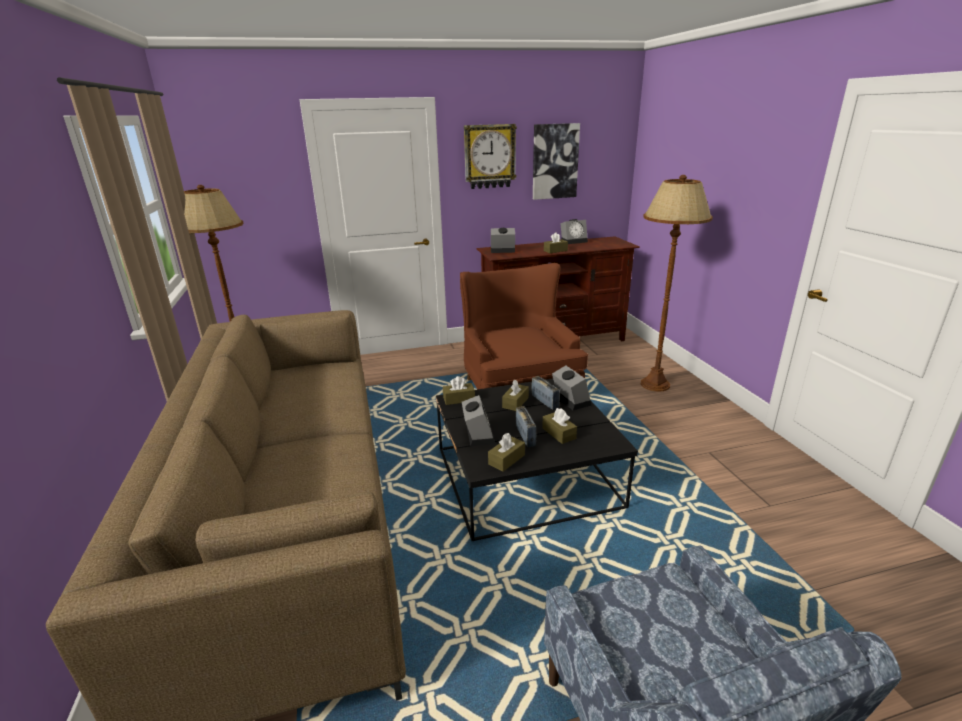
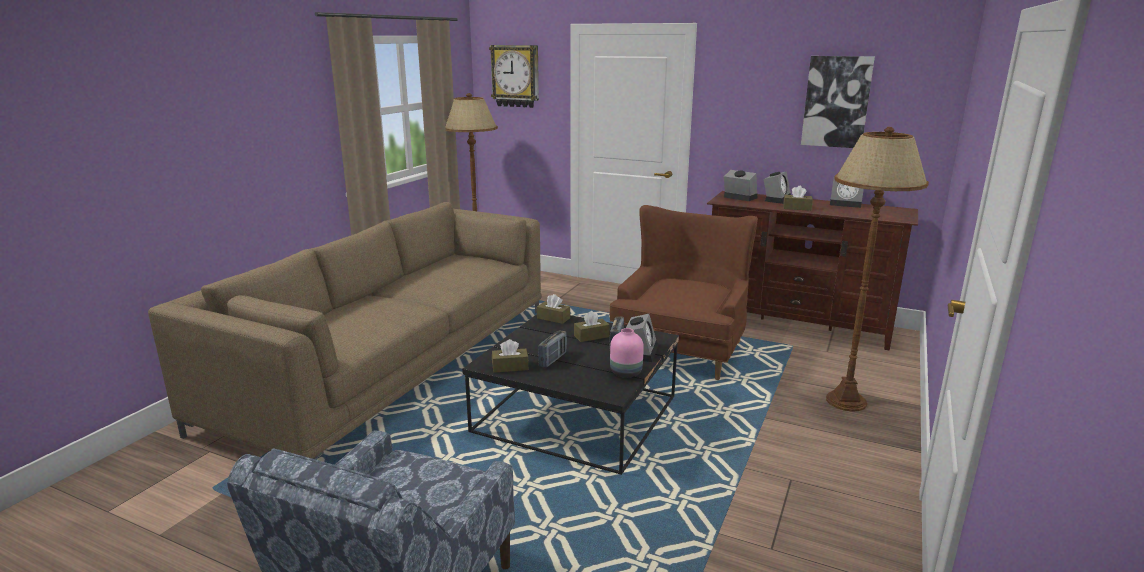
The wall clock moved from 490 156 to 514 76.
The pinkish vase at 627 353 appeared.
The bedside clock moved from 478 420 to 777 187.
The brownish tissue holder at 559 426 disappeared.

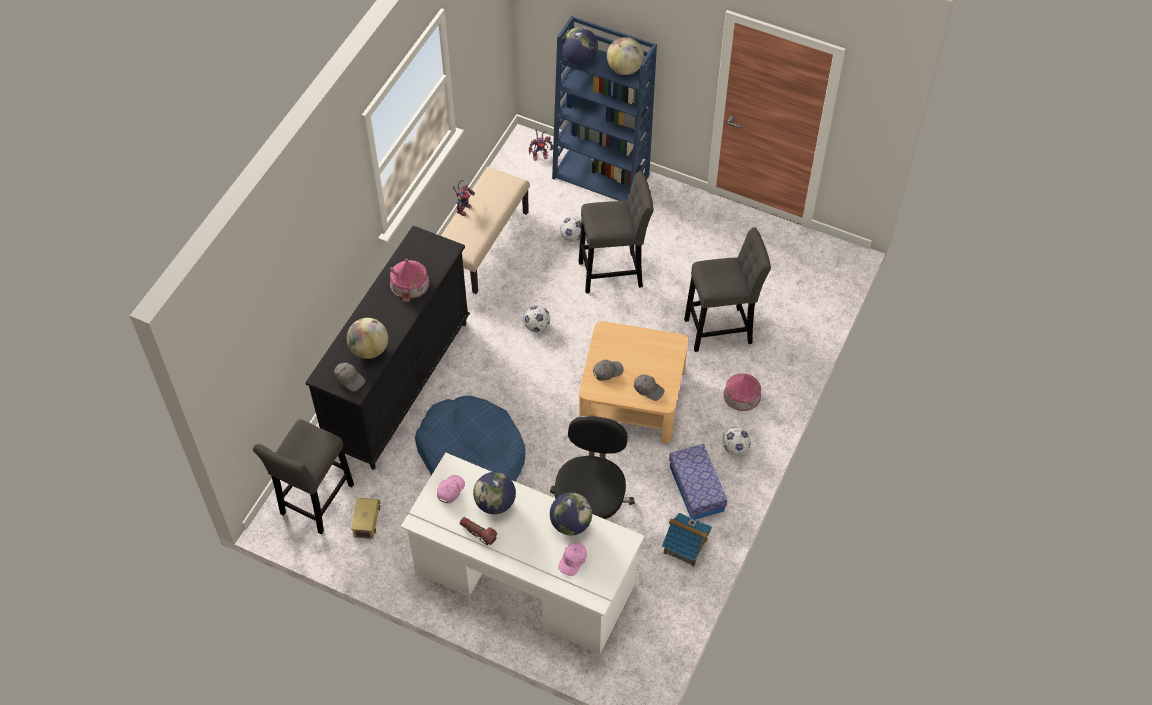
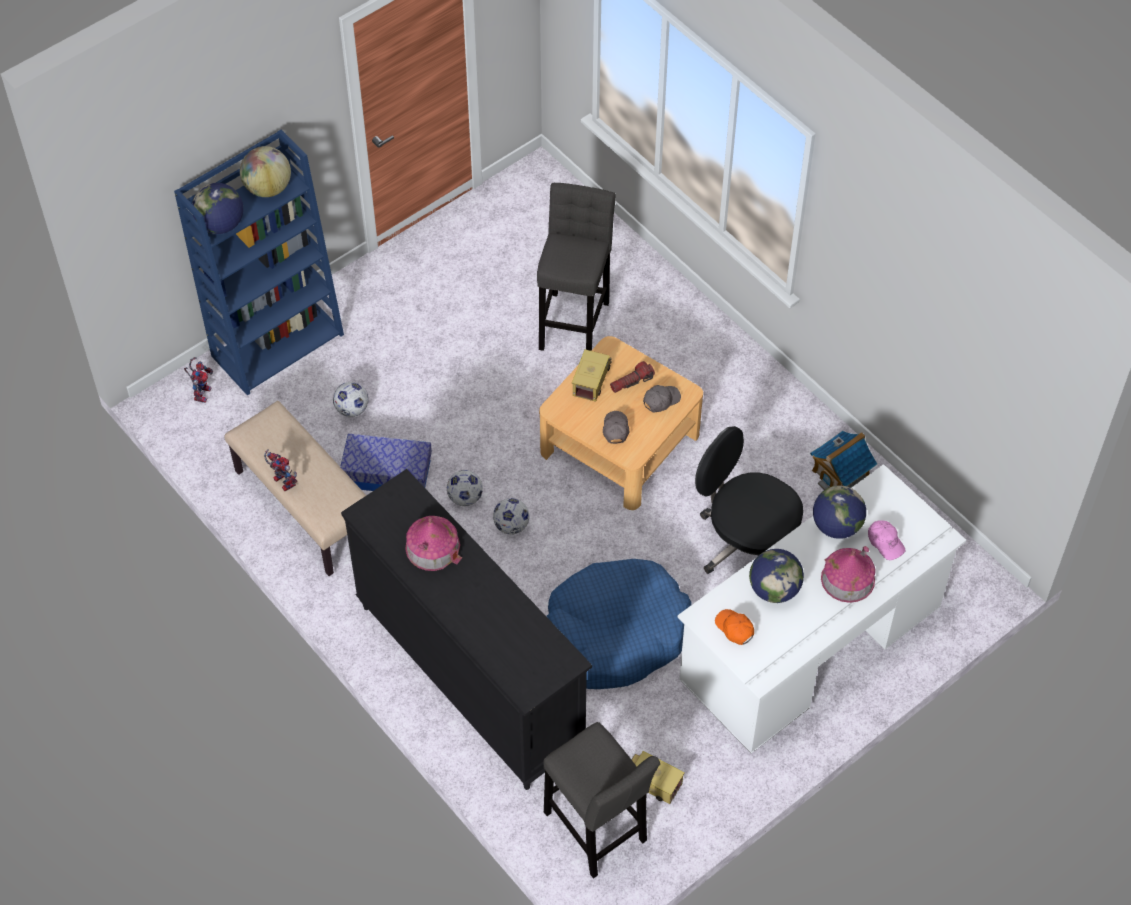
The storage box moved from 698 482 to 386 462.
The ball for football moved from 736 441 to 511 516.
The toy truck at 592 375 appeared.
The hand torch moved from 478 531 to 632 377.
The pinkish peaked cap at 451 489 became the orangey peaked cap at 734 627.
The toy house moved from 742 392 to 848 574.
The gray peaked cap at 349 377 disappeared.
The desk globe at 367 338 disappeared.
The gray sitting stool at 616 232 disappeared.

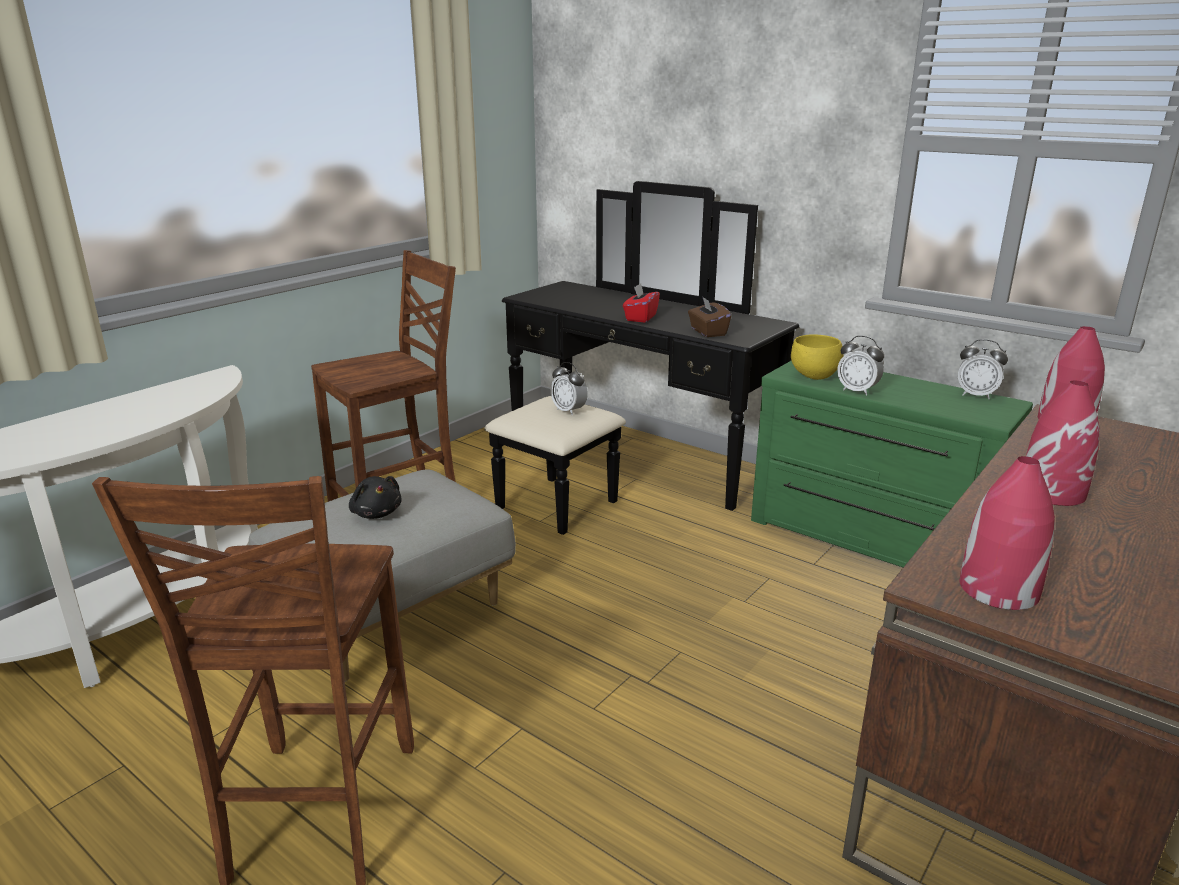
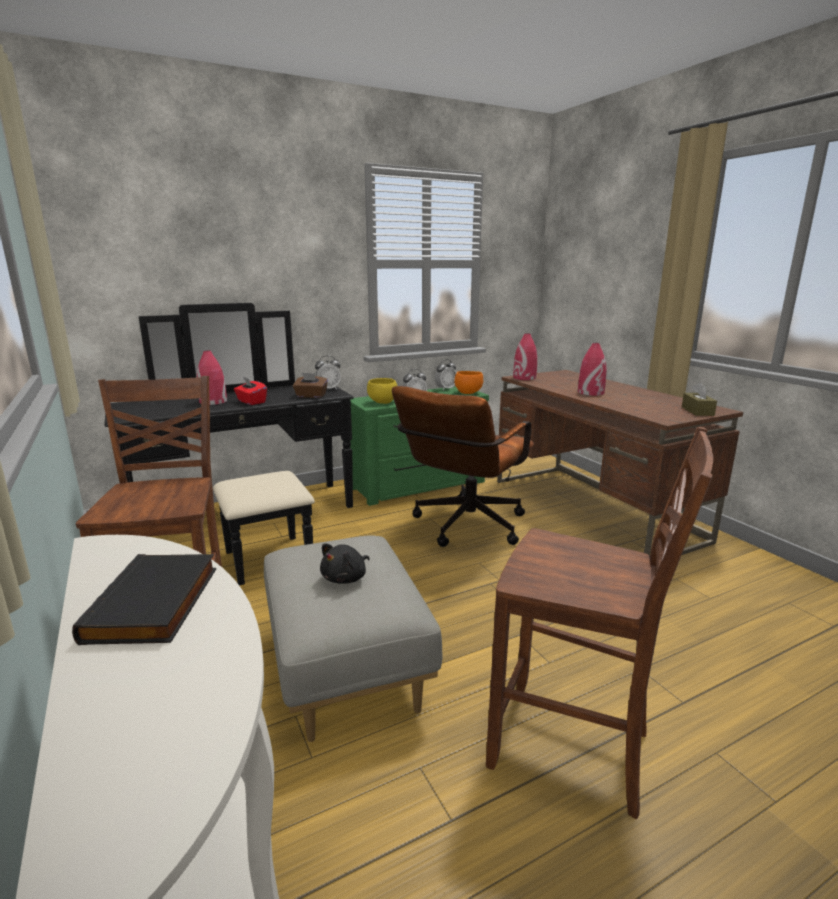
The blackish bound book at 144 599 appeared.
The red-coloured vase moved from 1007 533 to 212 377.
The bedside clock moved from 569 388 to 328 373.
The blackish cuddly toy at 375 497 turned 135 degrees clockwise.
The brownish computer chair at 463 466 appeared.
The orangey bowl at 468 382 appeared.
The brownish tissue holder at 699 399 appeared.

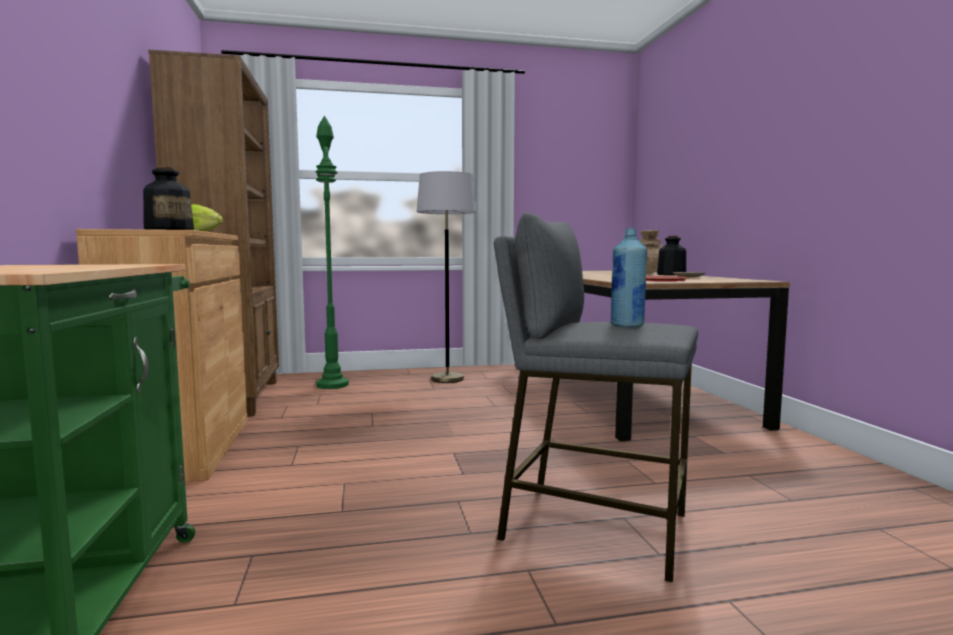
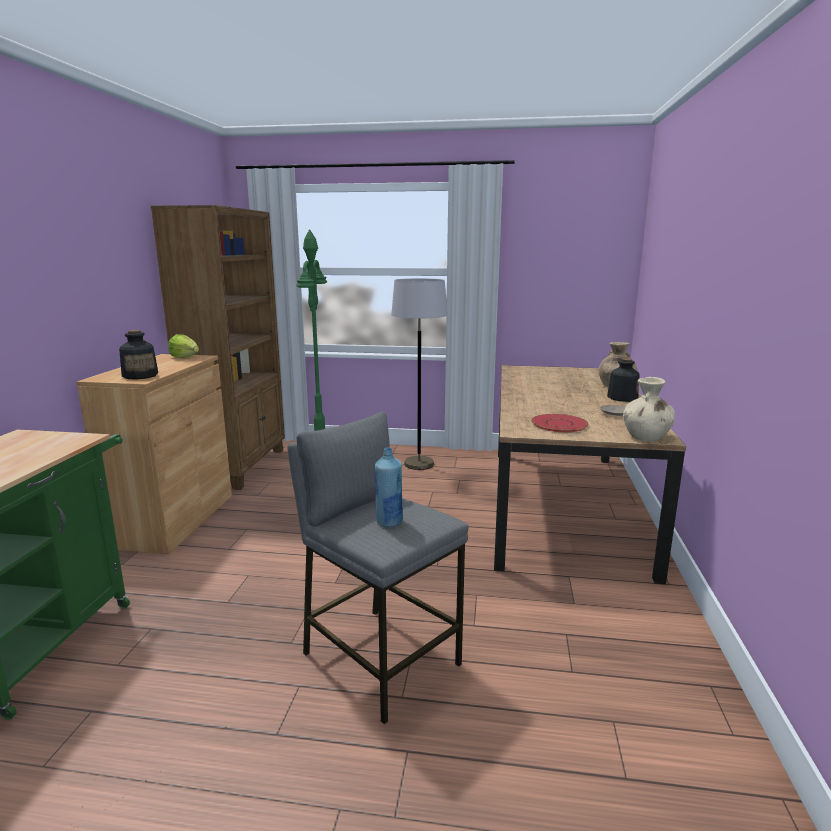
The beige vase at 649 409 appeared.

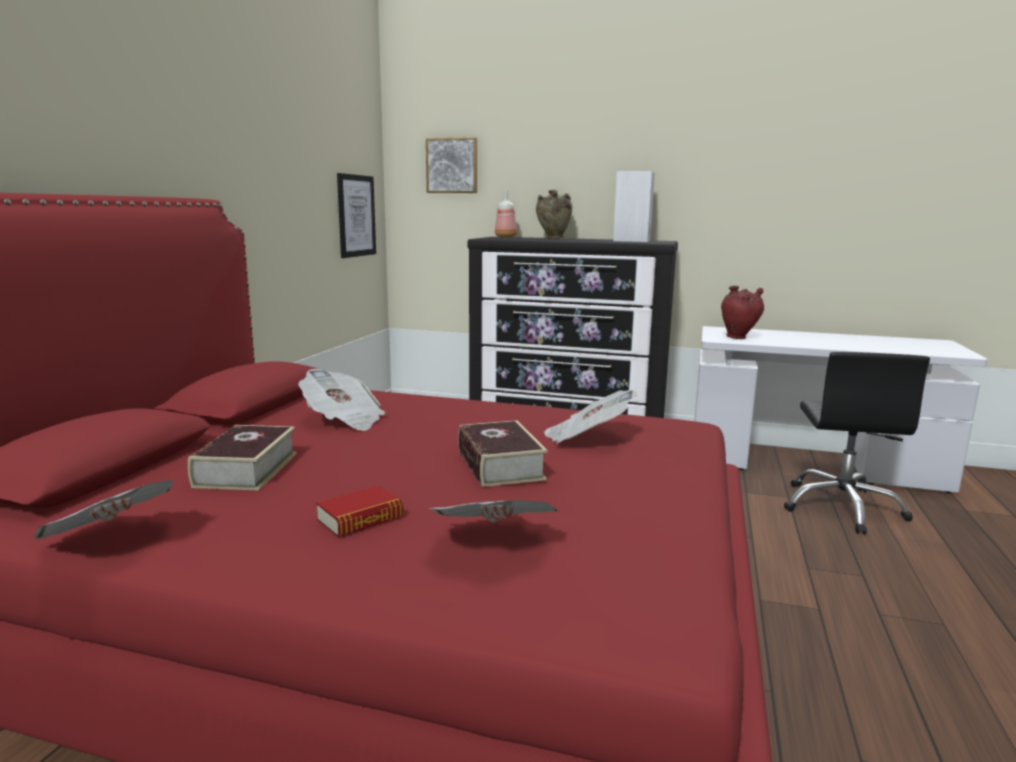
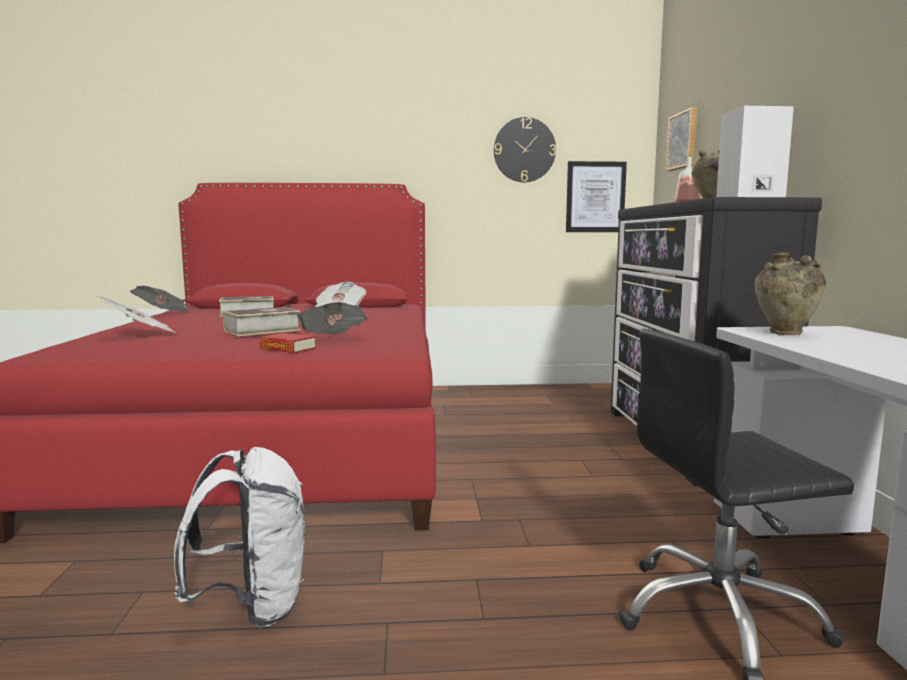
The whitish rucksack at 239 537 appeared.
The bound book moved from 359 511 to 288 343.
The wall clock at 525 149 appeared.
The red-coloured vase at 742 312 became the beige vase at 790 294.

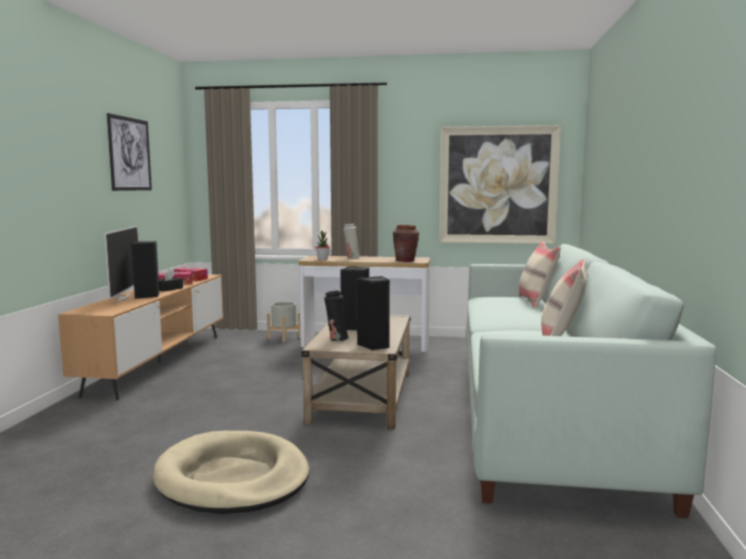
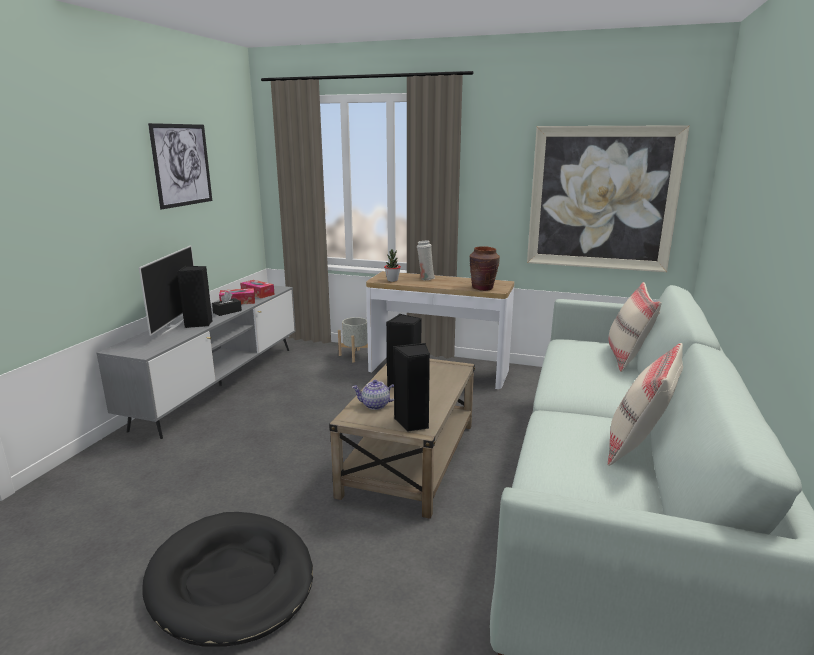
The brownish tv stand at 141 337 became the gray tv stand at 196 362.
The beige dog bed at 231 472 became the blackish dog bed at 227 579.
The blackish vase at 336 316 was replaced by the teapot at 373 395.

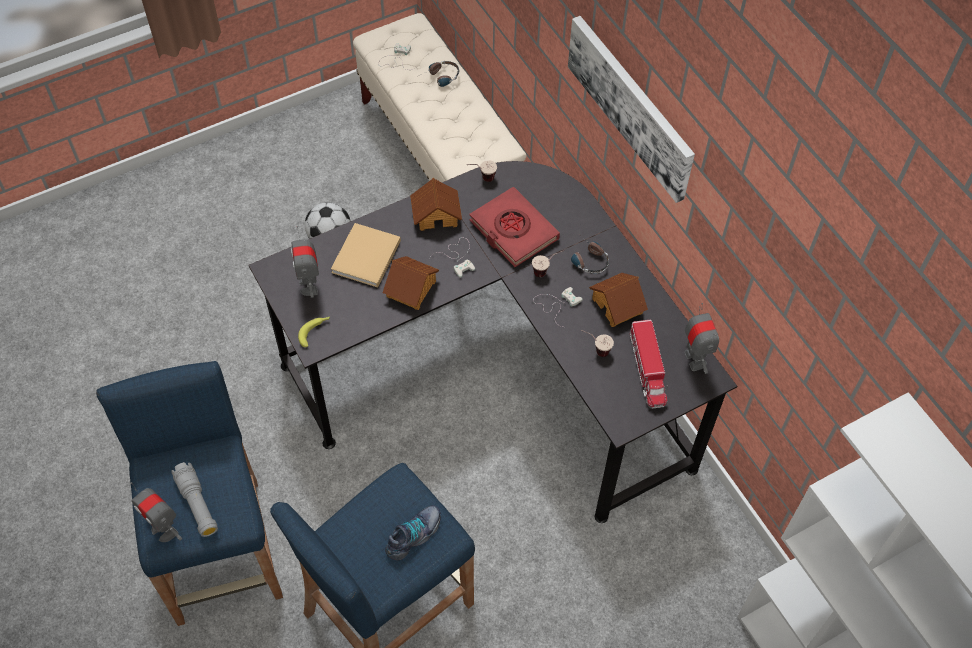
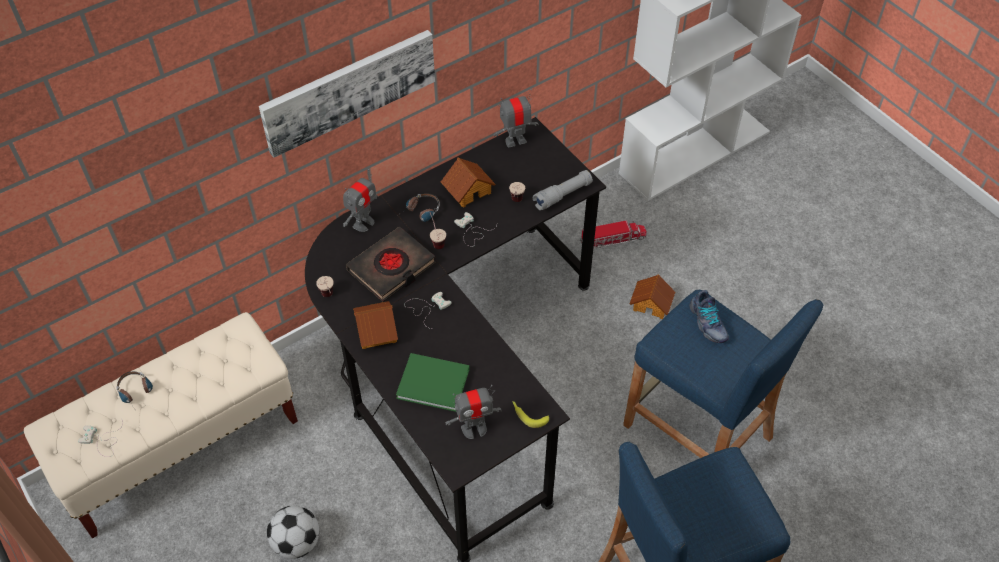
The model robot moved from 156 512 to 360 200.
The red-coloured bound book at 514 227 became the blackish bound book at 391 264.
The beige bound book at 366 255 became the green-coloured bound book at 433 382.
The gray hand torch moved from 194 499 to 563 190.
The toy truck moved from 649 364 to 613 235.
The toy house moved from 411 283 to 652 296.
The shoe at 413 532 turned 150 degrees counterclockwise.

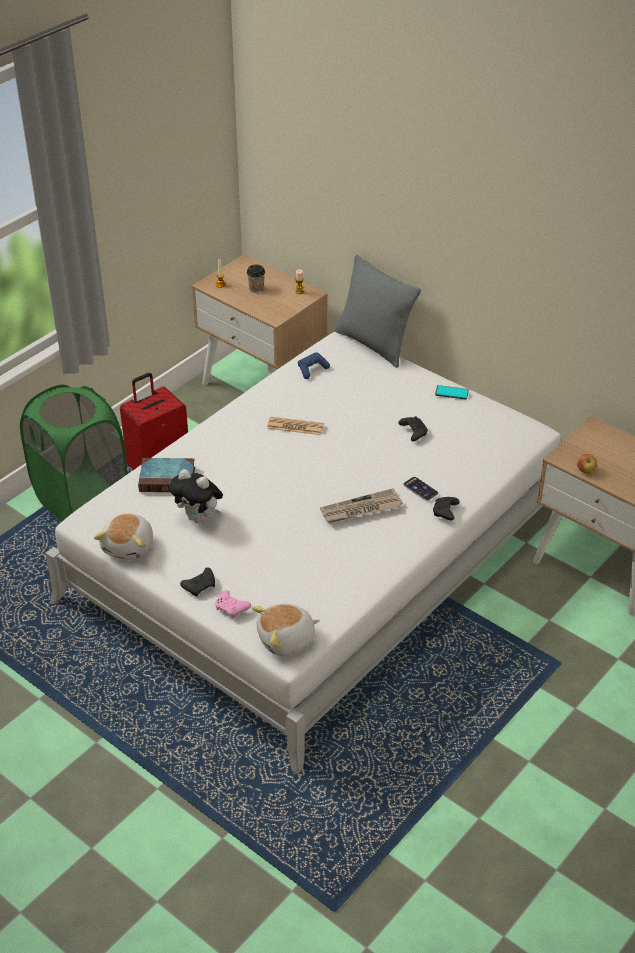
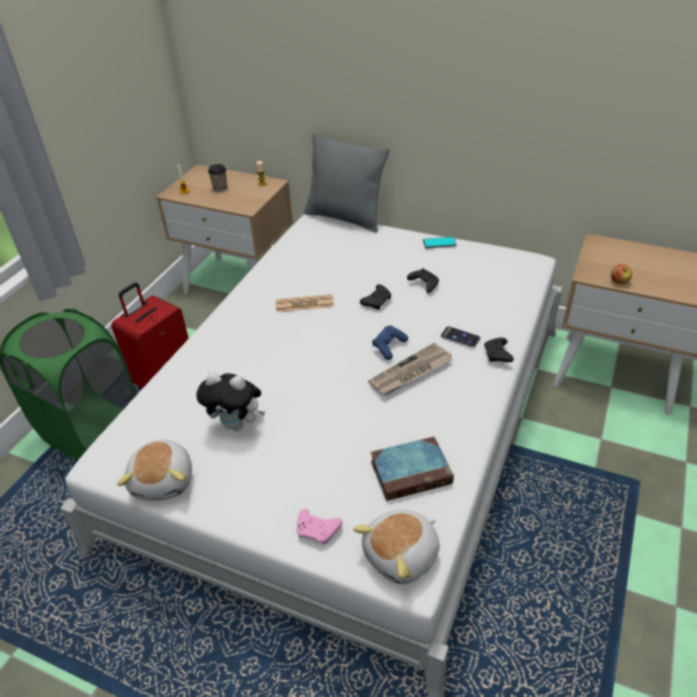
The blackish game controller moved from 197 582 to 375 297.
The bound book moved from 166 475 to 412 469.
The bluish game controller moved from 314 365 to 390 342.

